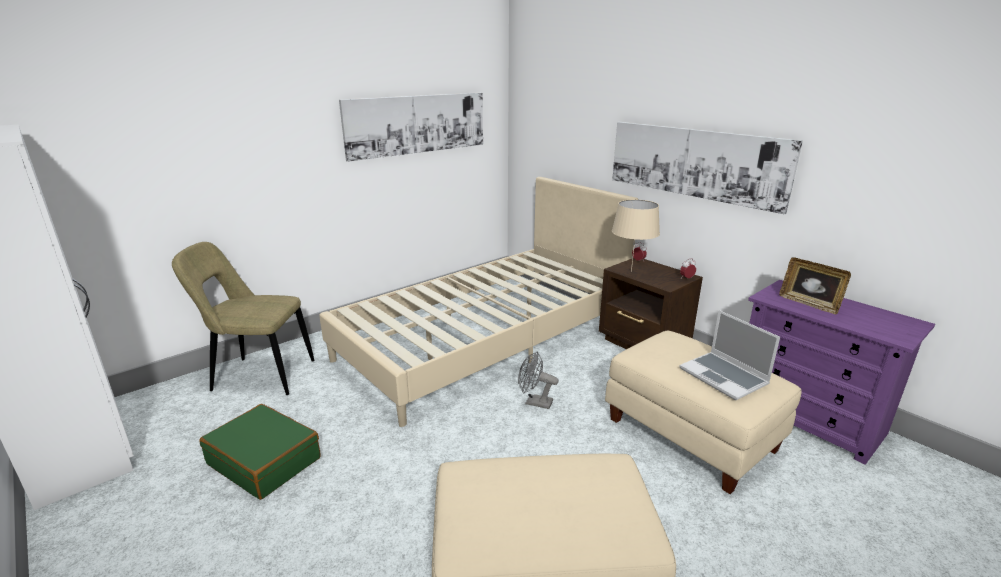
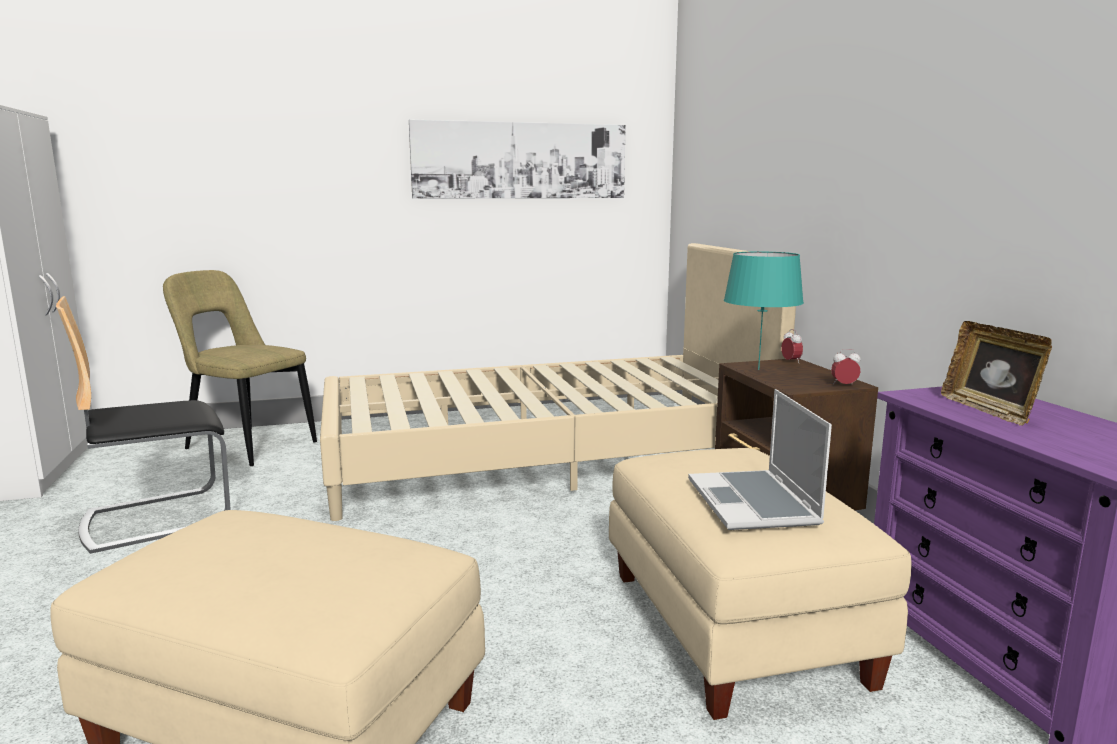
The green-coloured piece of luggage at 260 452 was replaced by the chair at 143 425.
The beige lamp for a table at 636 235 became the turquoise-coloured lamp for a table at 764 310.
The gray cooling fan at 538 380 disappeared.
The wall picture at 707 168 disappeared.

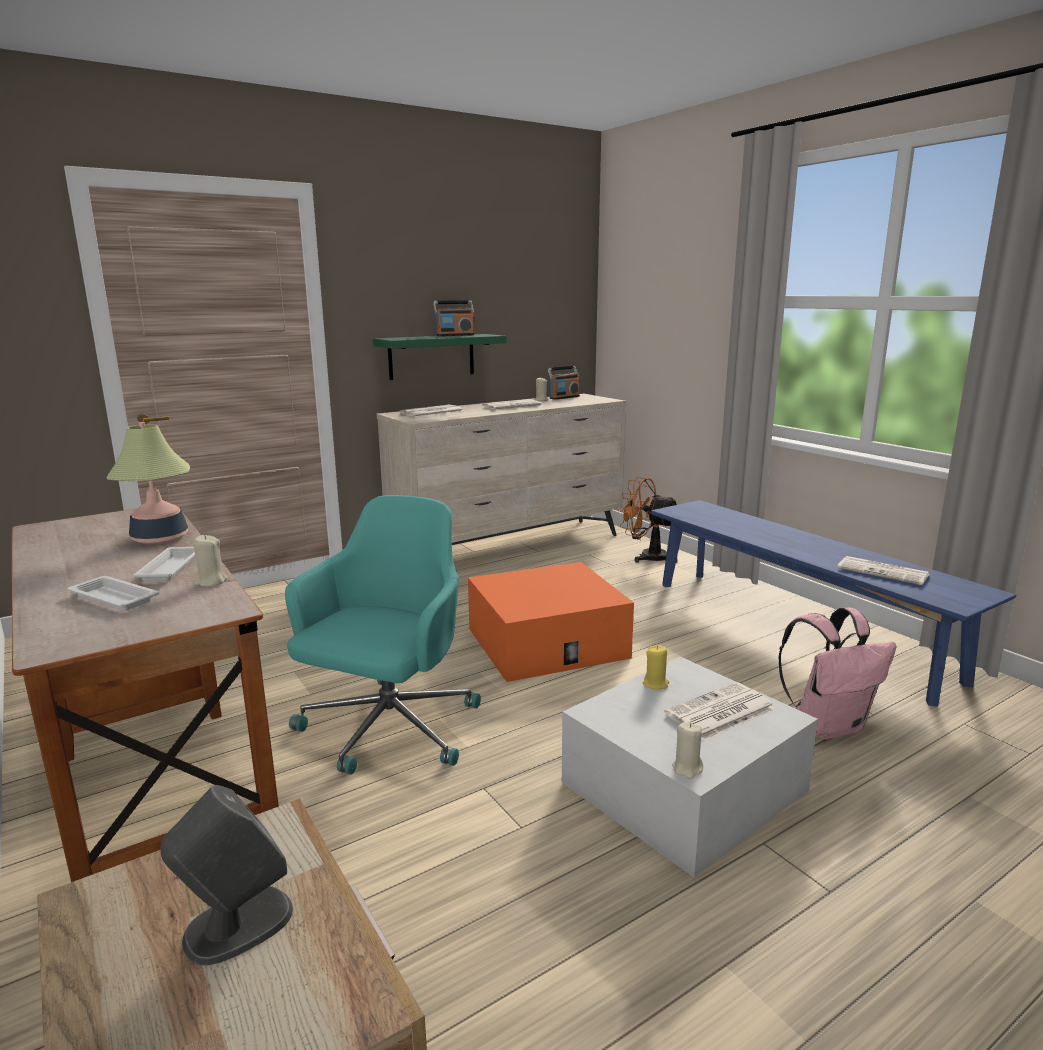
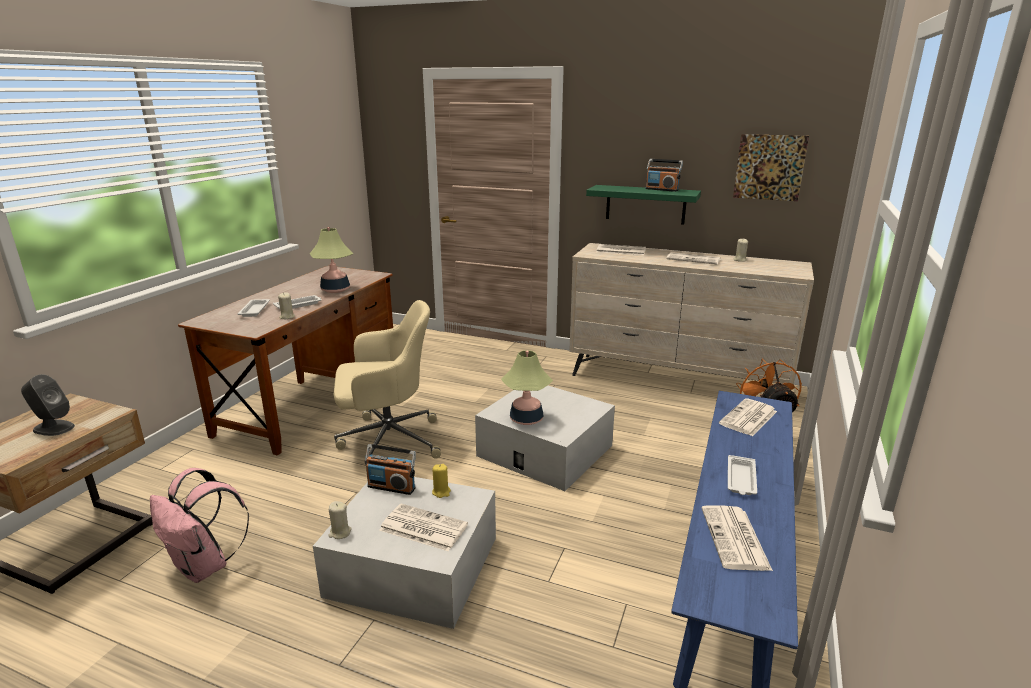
The pinkish rucksack moved from 837 673 to 199 525.
The turquoise-coloured computer chair at 383 635 became the beige computer chair at 387 386.
The radio set moved from 564 383 to 390 469.
The orangey storage box at 551 622 became the whitish storage box at 545 438.
The lamp for a table at 527 387 appeared.
The newspaper at 748 417 appeared.
The whitish tray at 742 475 appeared.
The wall picture at 771 167 appeared.

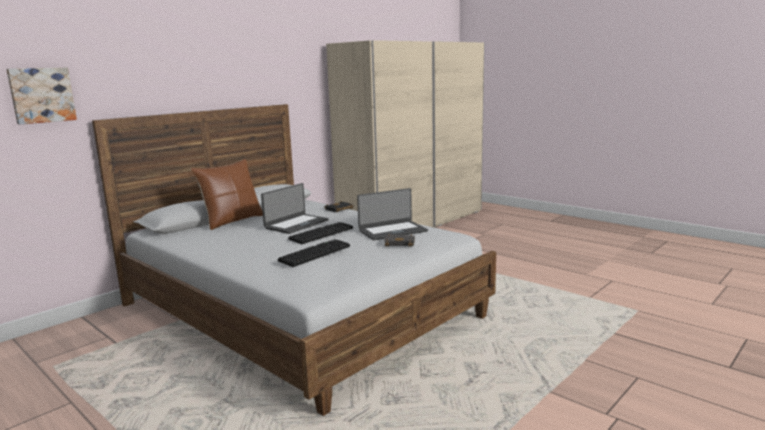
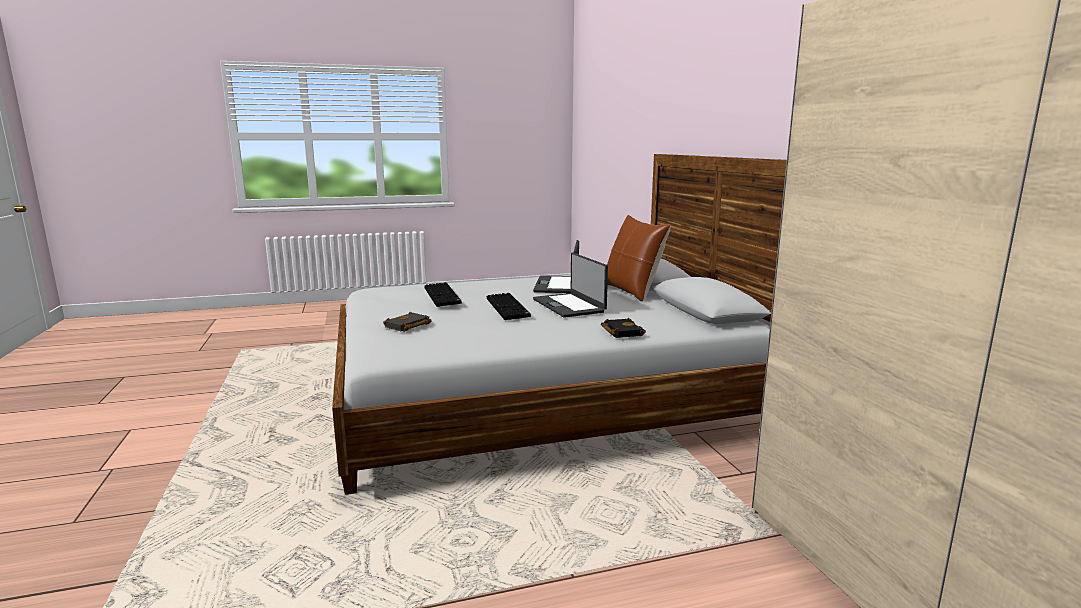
The portable computer moved from 392 214 to 556 266.
The wall picture at 42 96 disappeared.

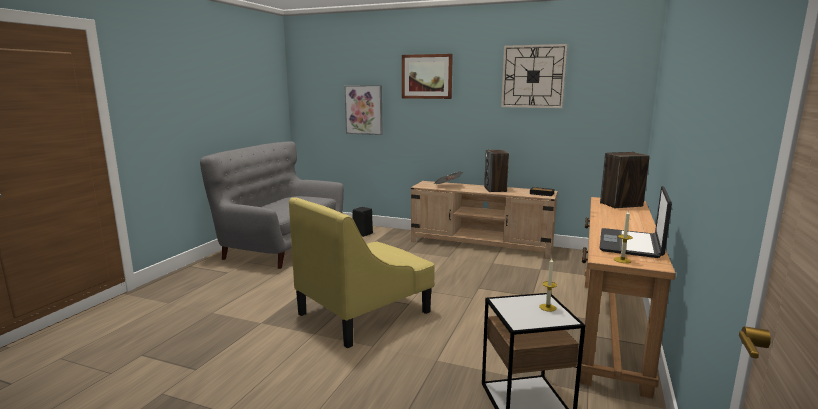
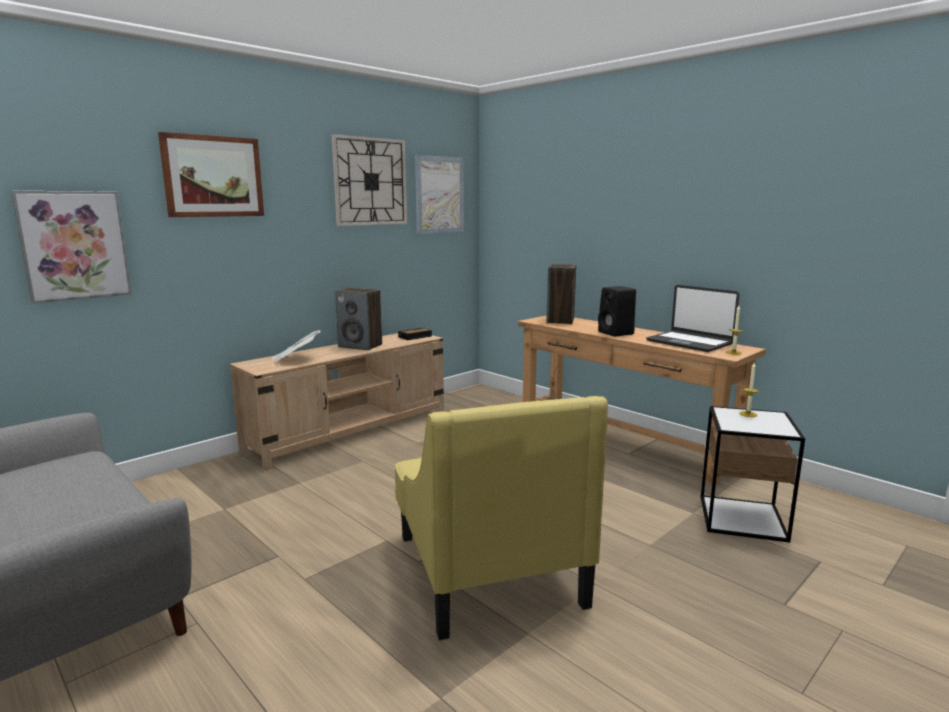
The wall picture at 439 194 appeared.
The blackish audio speaker moved from 362 222 to 617 311.

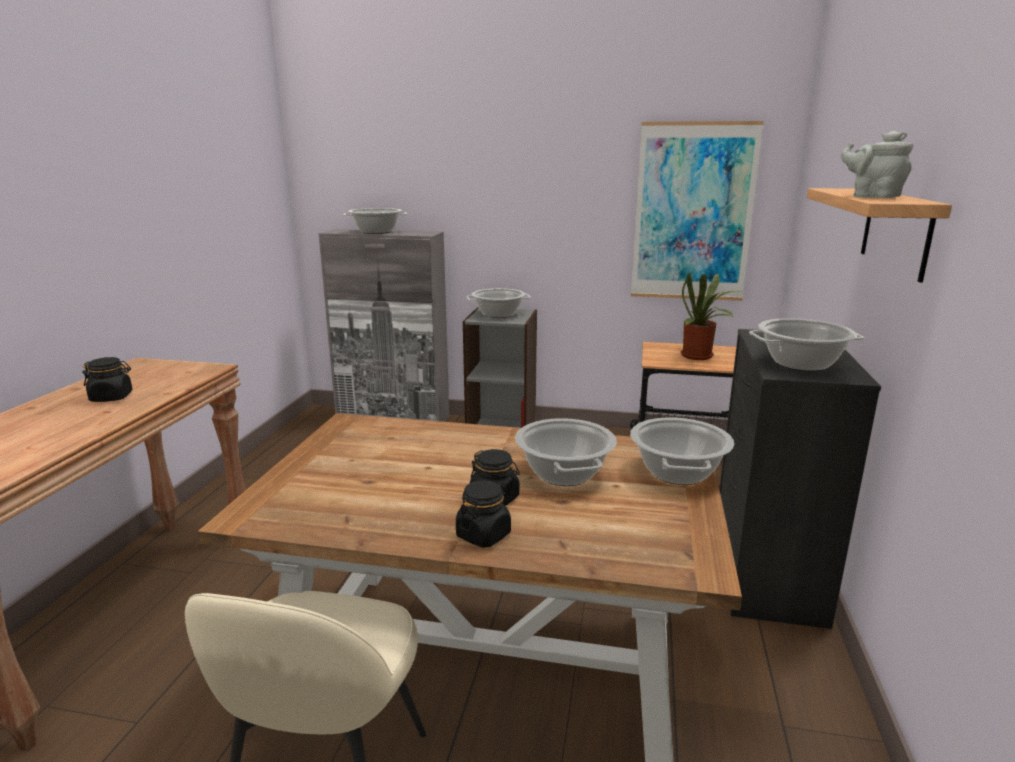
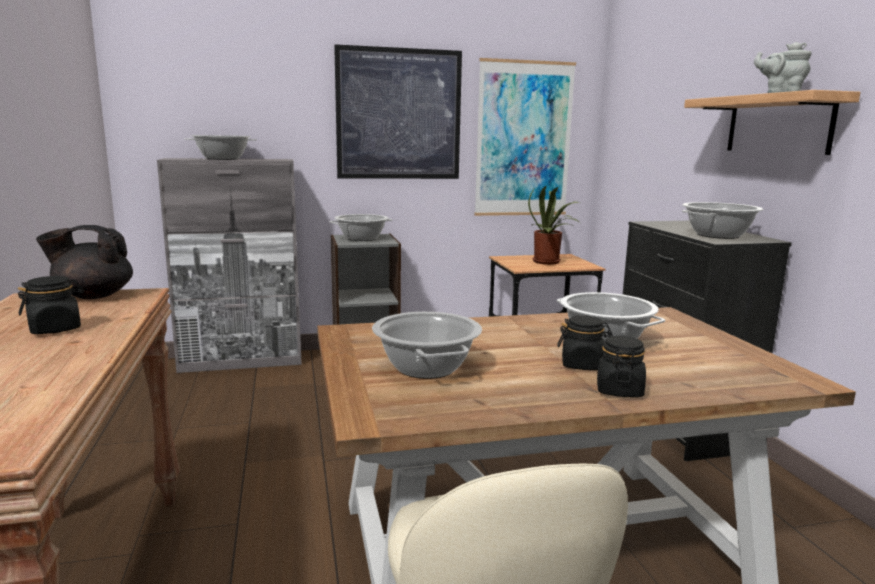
The blackish teapot at 84 262 appeared.
The wall picture at 398 111 appeared.
The saucepot moved from 682 451 to 427 345.

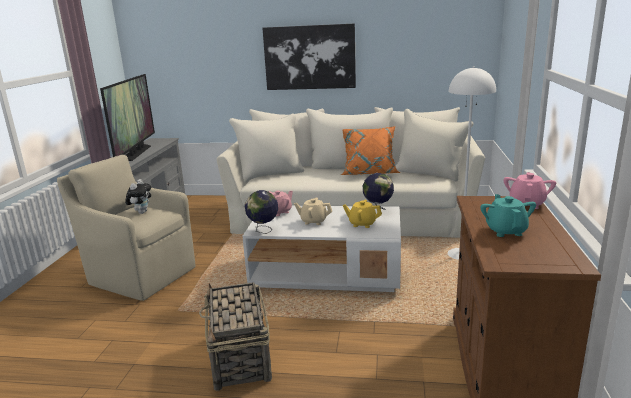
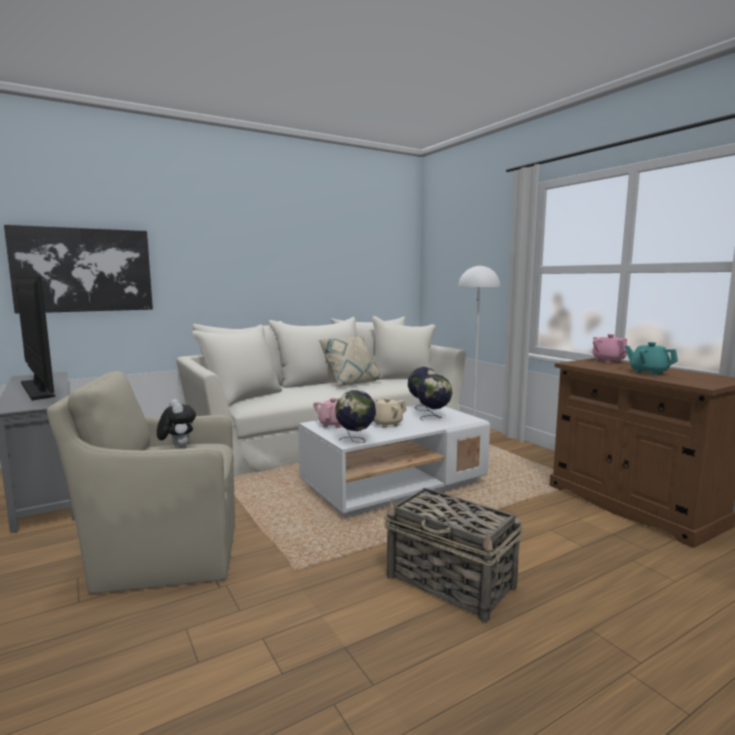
The wall picture moved from 309 57 to 78 269.
The orangey cushion at 370 150 became the beige cushion at 351 361.
The yellowish teapot at 362 214 was replaced by the desk globe at 434 397.

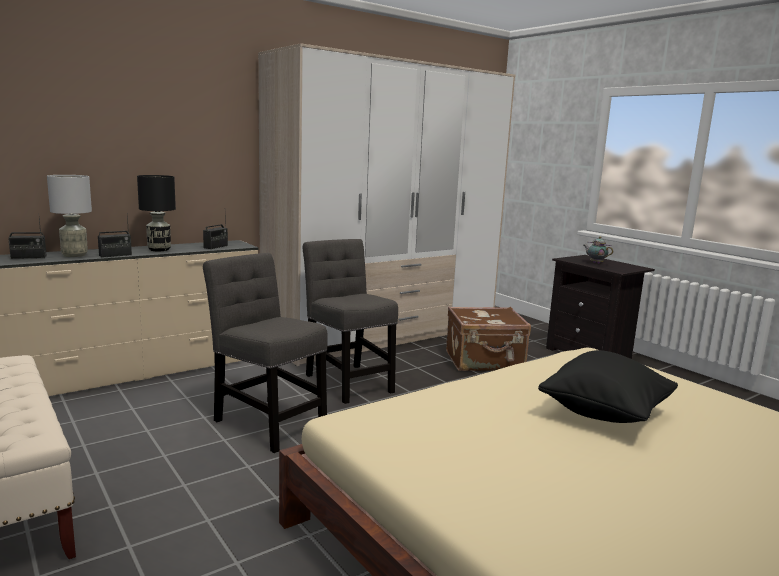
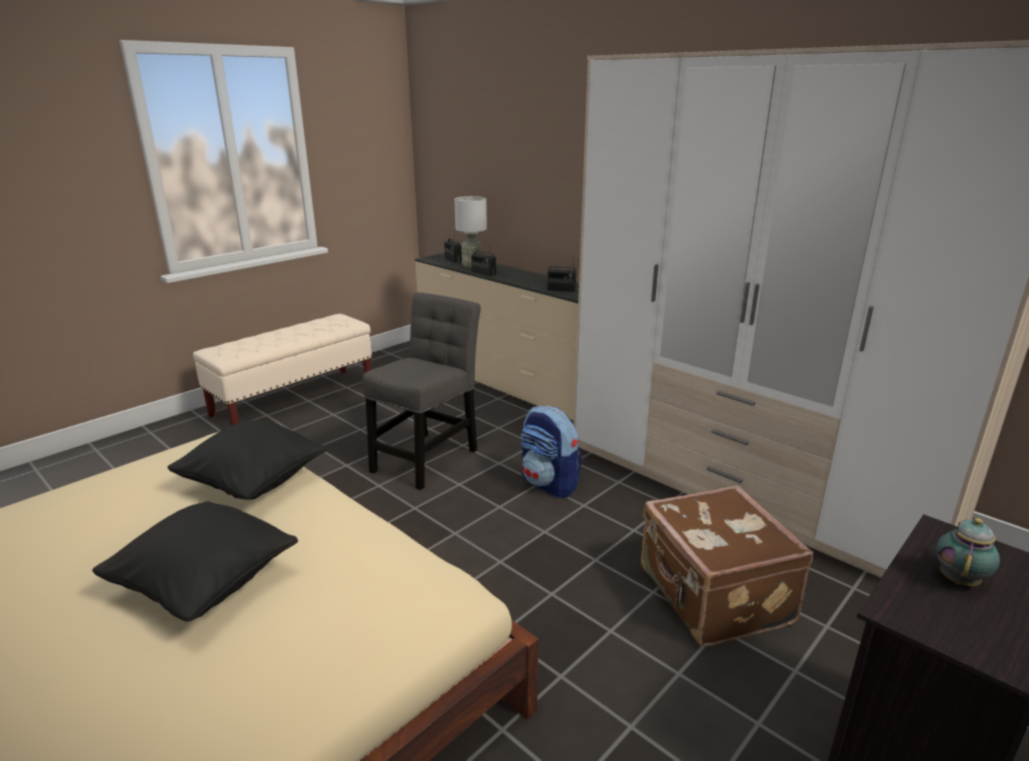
The blackish cushion at 247 460 appeared.
The gray chair at 350 321 was replaced by the rucksack at 551 452.
The blackish lamp for a table at 156 213 disappeared.

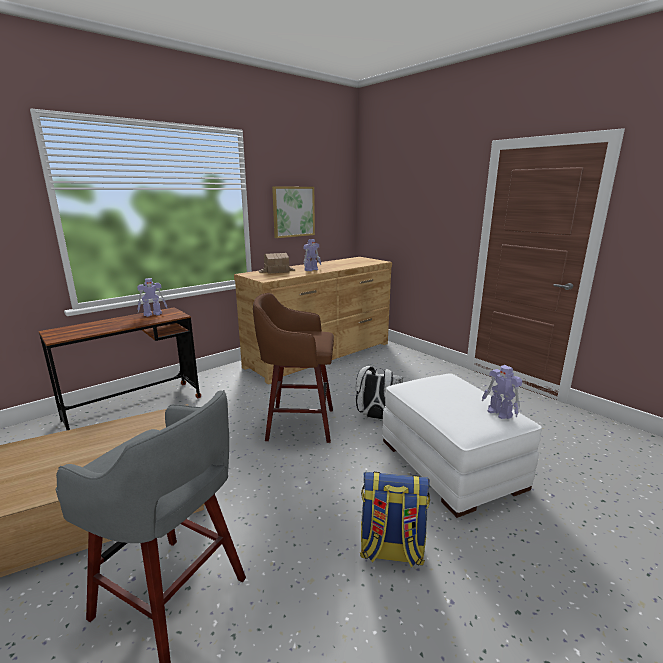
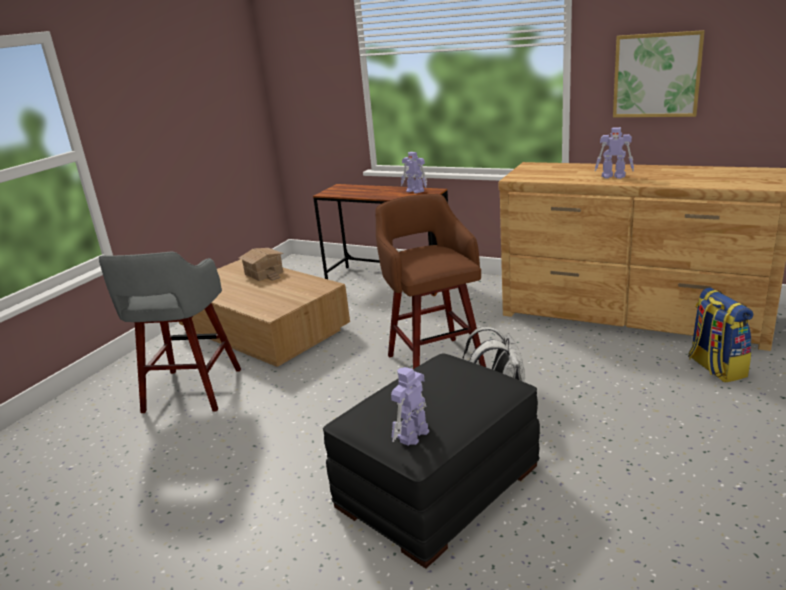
The toy house moved from 277 263 to 261 264.
The whitish footrest at 462 445 became the blackish footrest at 431 461.
The rucksack moved from 395 520 to 720 335.

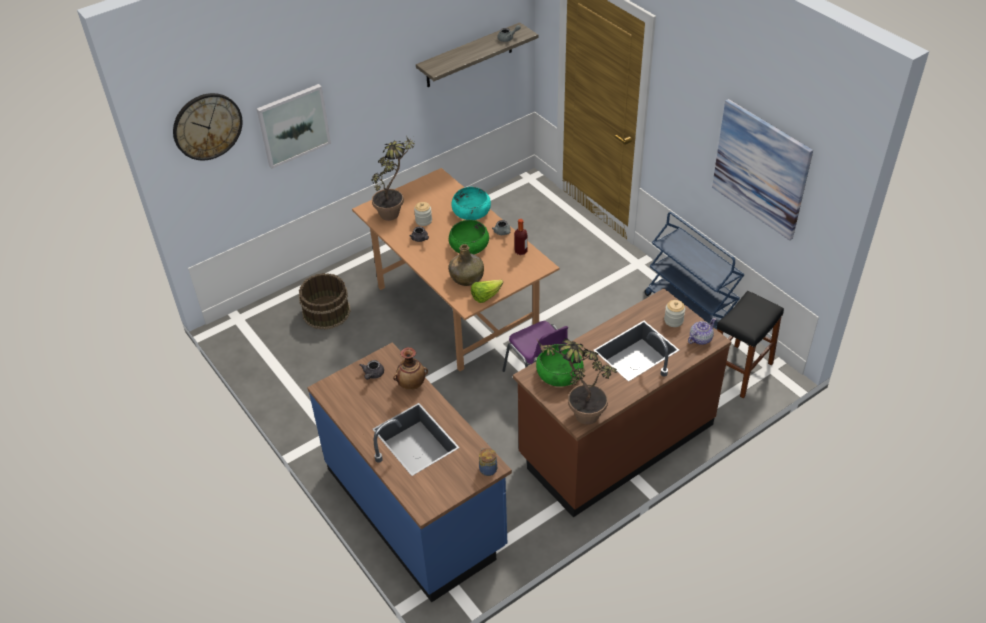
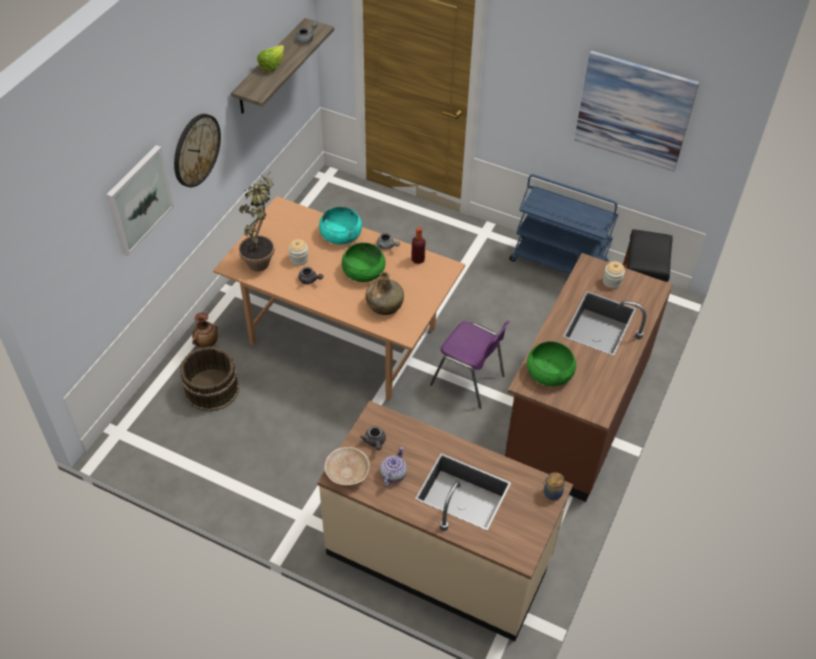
The wall clock moved from 207 126 to 197 150.
The vase moved from 410 368 to 205 330.
The lettuce head moved from 487 291 to 270 58.
The bluish kitchen counter at 409 472 became the beige kitchen counter at 445 521.
The beige bowl at 347 466 appeared.
The teapot moved from 702 331 to 393 467.
The potted plant at 576 381 disappeared.

